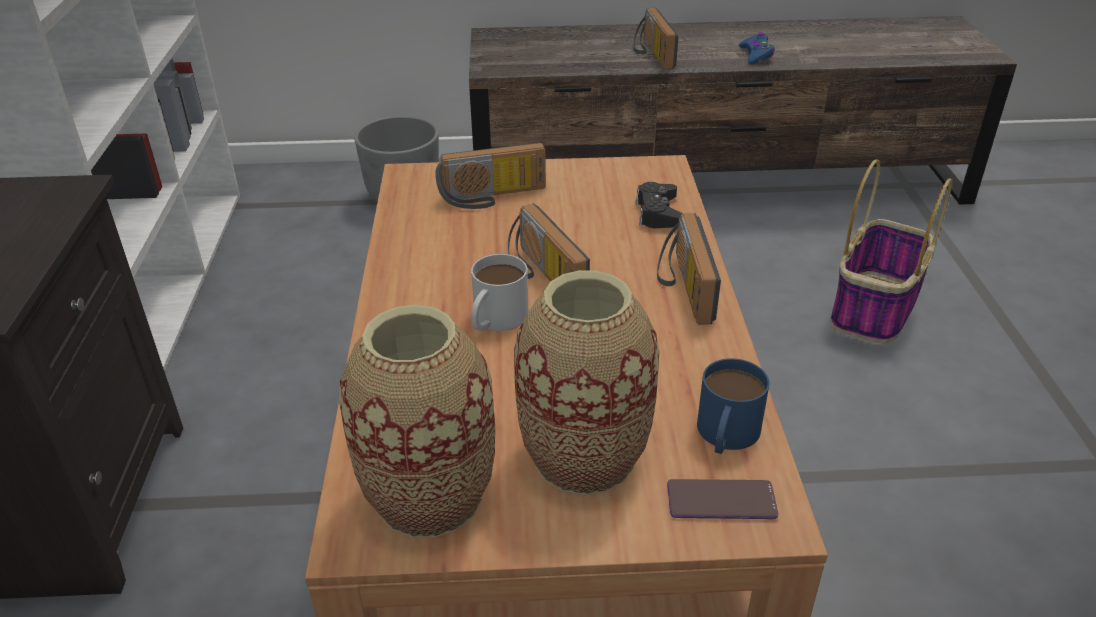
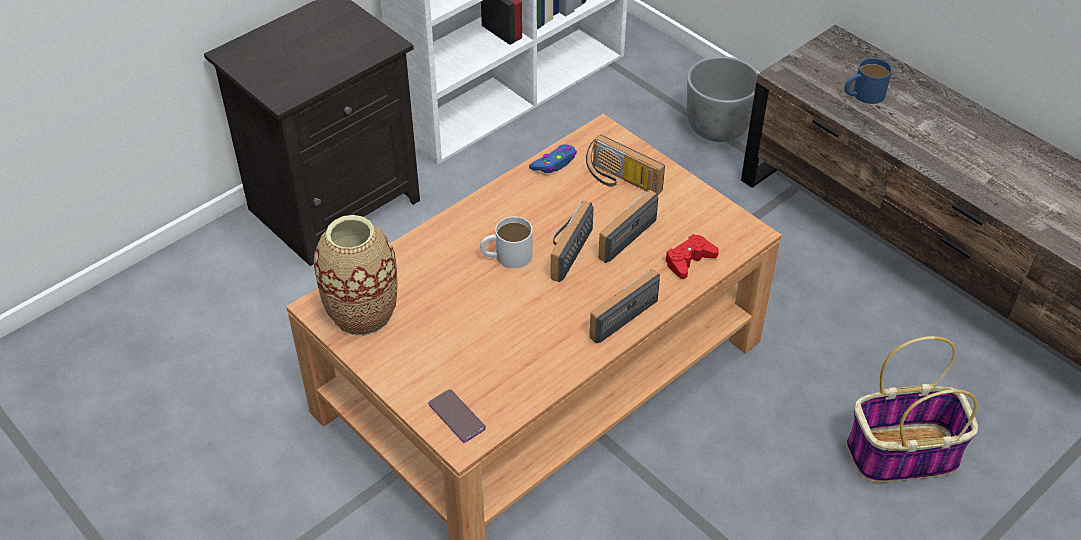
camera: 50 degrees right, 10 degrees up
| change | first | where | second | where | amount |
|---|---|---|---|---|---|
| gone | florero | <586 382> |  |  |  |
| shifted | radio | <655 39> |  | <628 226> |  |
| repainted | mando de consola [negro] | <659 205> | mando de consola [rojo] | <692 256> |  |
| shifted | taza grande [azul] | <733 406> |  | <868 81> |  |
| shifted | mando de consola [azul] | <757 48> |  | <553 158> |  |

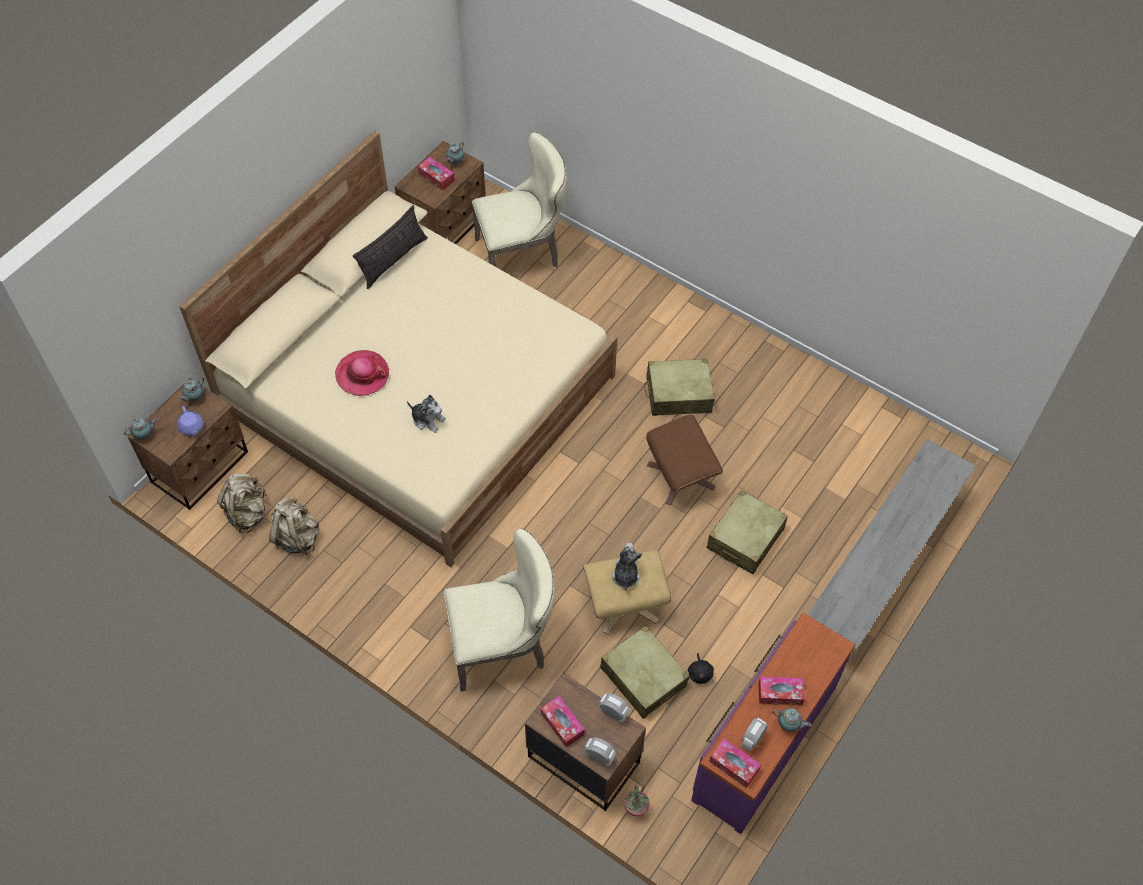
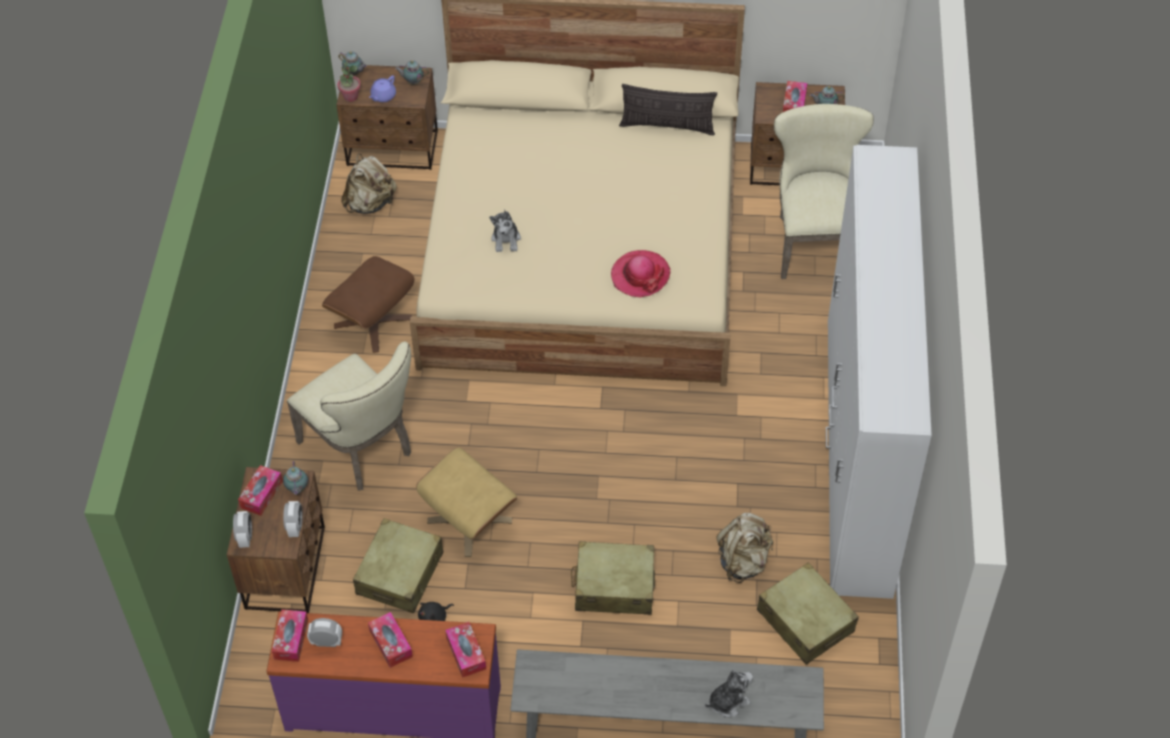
camera: 60 degrees right, 5 degrees down
| change | first | where | second | where | amount |
|---|---|---|---|---|---|
| shifted | mochila [beis] | <294 526> |  | <745 548> |  |
| shifted | sombrero | <362 373> |  | <641 274> |  |
| rotated | silla [beis] | <519 199> |  | <824 191> | 135 degrees counterclockwise |
| shifted | peluche | <627 566> |  | <729 693> |  |
| shifted | planta en maceta | <637 800> |  | <349 82> |  |
| shifted | maleta [beis] | <679 387> |  | <808 613> |  |
| shifted | puf [marrón] | <684 459> |  | <368 304> |  |
| shifted | tetera | <791 720> |  | <295 478> |  |
| new |  |  | caja de pañuelos | <465 650> |  |
| new |  |  | armario ropero [blanco] | <879 372> |  |

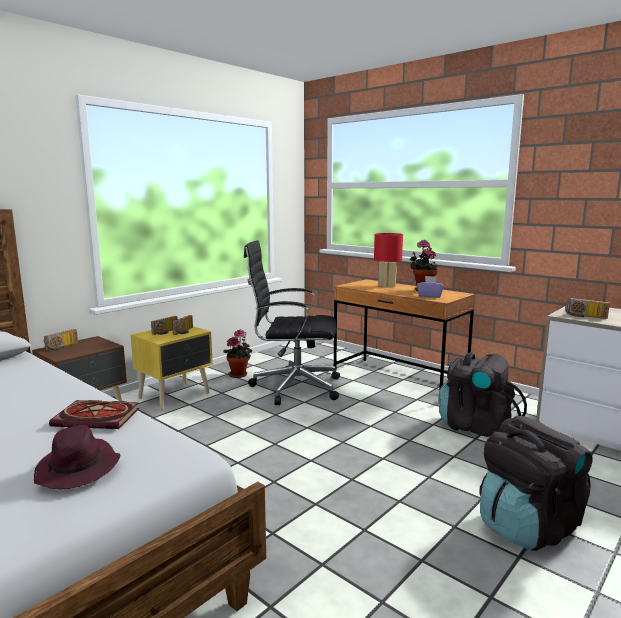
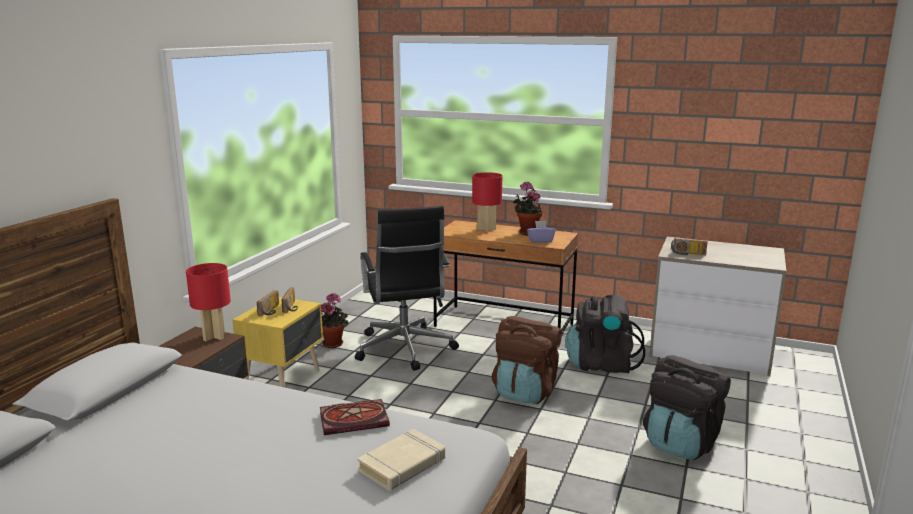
camera: 20 degrees left, 5 degrees up
| change | first | where | second | where | amount |
|---|---|---|---|---|---|
| swapped | sombrero [morado] | <77 457> | libro [beis] | <401 460> |  |
| gone | radio | <61 340> |  |  |  |
| rotated | silla de oficina [negro] | <292 322> |  | <407 288> | 90 degrees counterclockwise |
| new |  |  | lámpara de mesa [rojo] | <208 302> |  |
| new |  |  | mochila [marrón] | <527 360> |  |

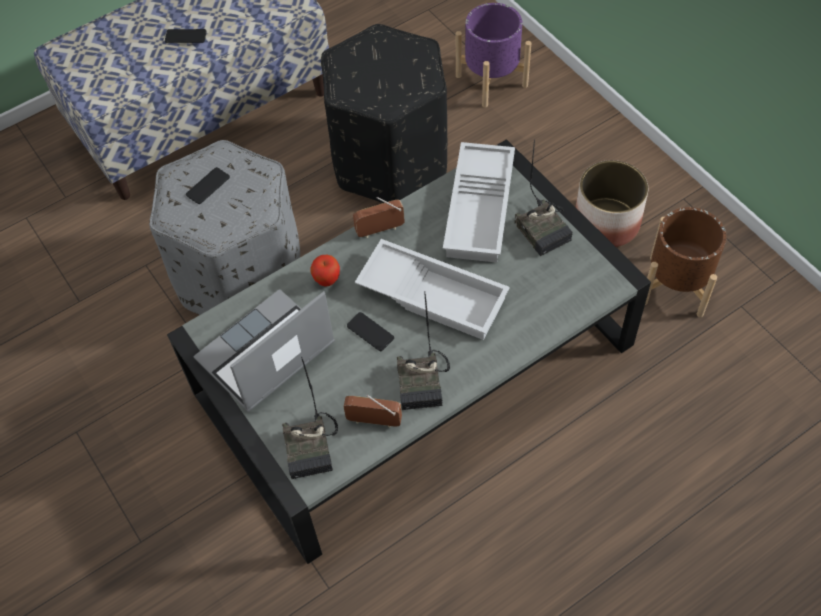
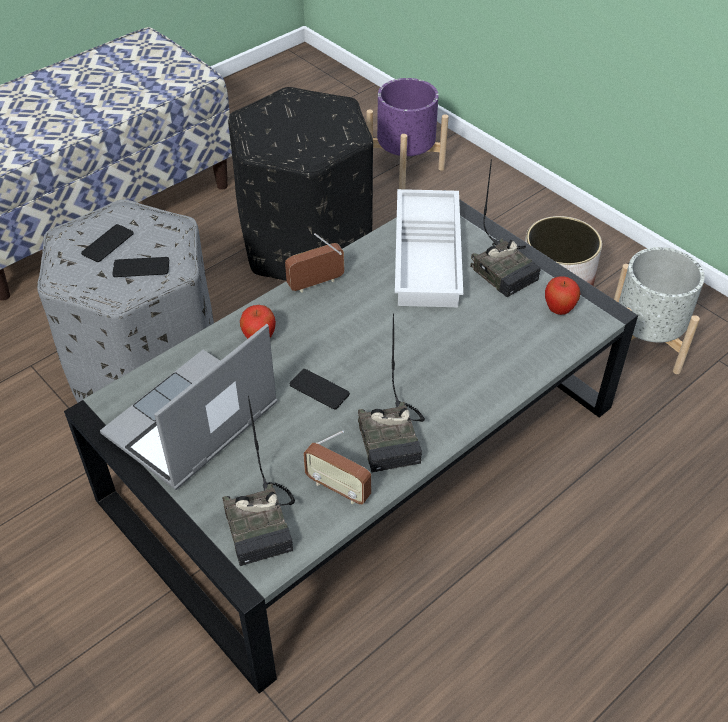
camera: 10 degrees left, 10 degrees down
| change | first | where | second | where | amount |
|---|---|---|---|---|---|
| shifted | móvil | <185 36> |  | <140 267> |  |
| rotated | radio | <373 411> |  | <337 467> | 150 degrees counterclockwise |
| gone | bandeja [blanco] | <432 289> |  |  |  |
| repainted | maceta [marrón] | <685 262> | maceta [gris] | <659 310> |  |
| new |  |  | manzana | <563 295> |  |

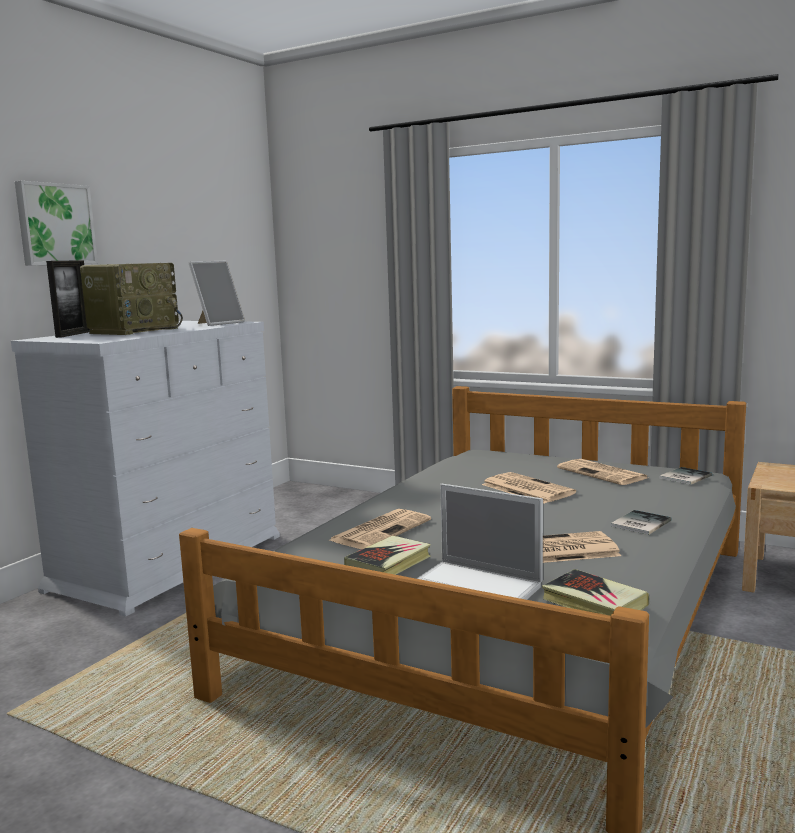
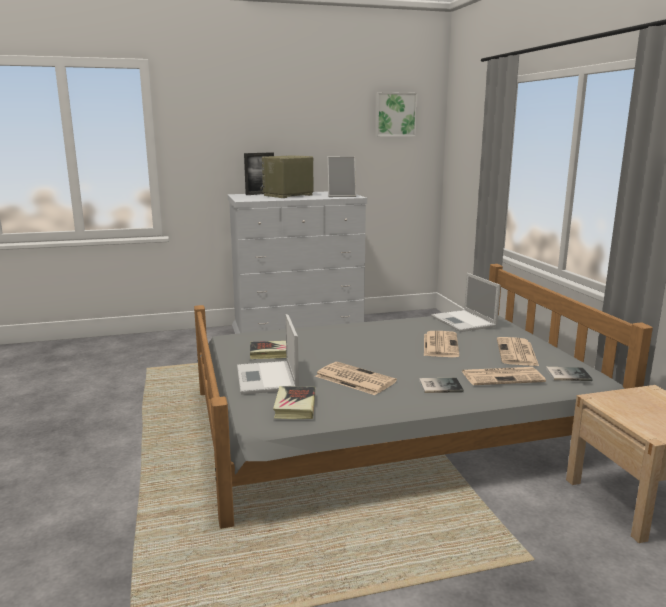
camera: 45 degrees right, 5 degrees up
| change | first | where | second | where | amount |
|---|---|---|---|---|---|
| shifted | cuadro | <56 223> |  | <396 114> |  |
| rotated | radio | <131 299> |  | <286 176> | 150 degrees clockwise |
| shifted | periódico | <380 529> |  | <504 376> |  |
| new |  |  | portátil | <466 302> |  |

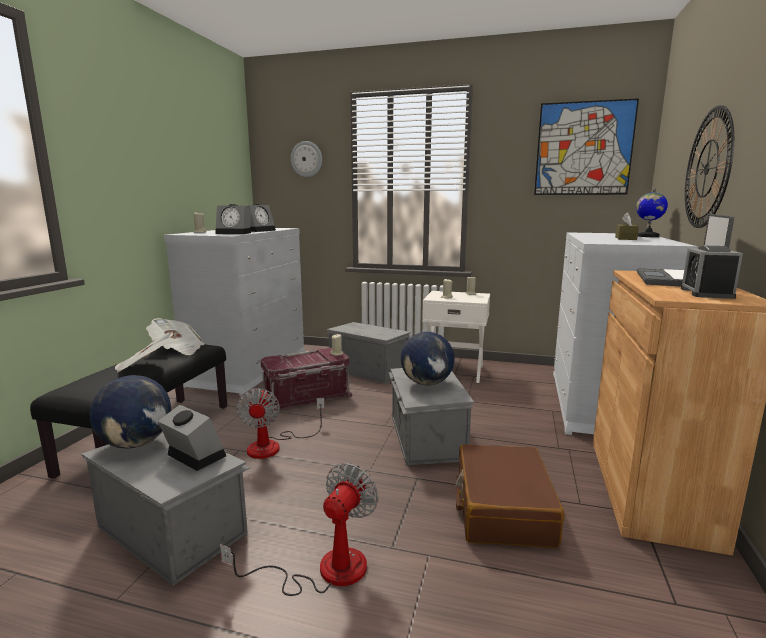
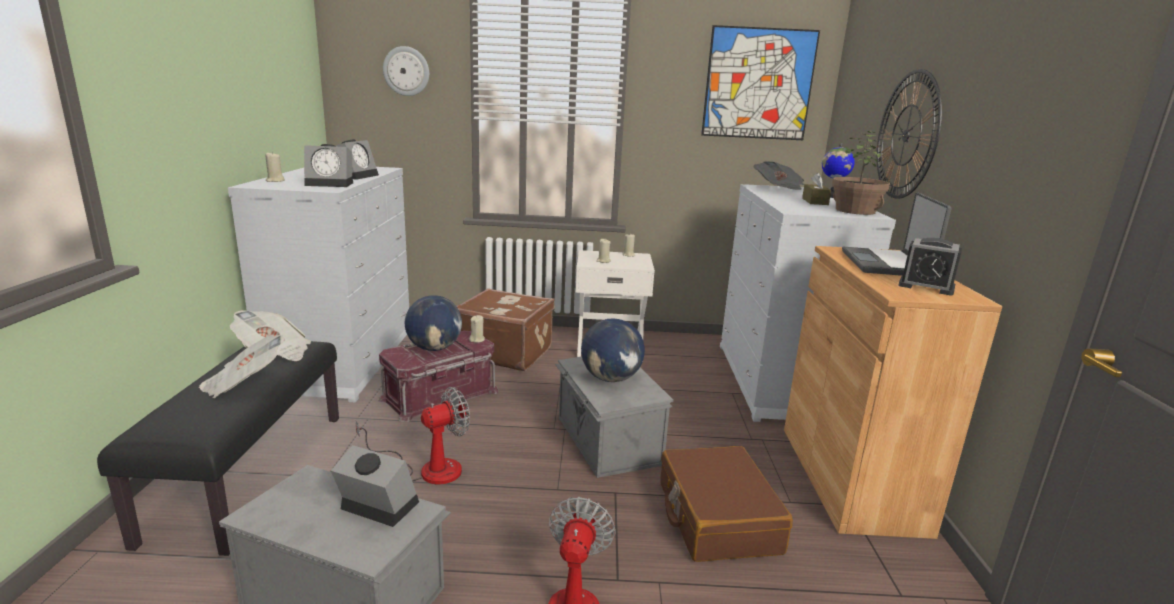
camera: 15 degrees left, 5 degrees up
| change | first | where | second | where | amount |
|---|---|---|---|---|---|
| shifted | globo terráqueo | <130 411> |  | <433 323> |  |
| rotated | ventilador | <280 423> |  | <412 435> | 105 degrees counterclockwise |
| swapped | caja de almacenaje [gris] | <370 353> | maleta [marrón] | <505 329> |  |
| rotated | despertador | <712 272> |  | <930 266> | 60 degrees counterclockwise |
| new |  |  | periódico | <778 175> |  |
| new |  |  | planta en maceta | <861 173> |  |

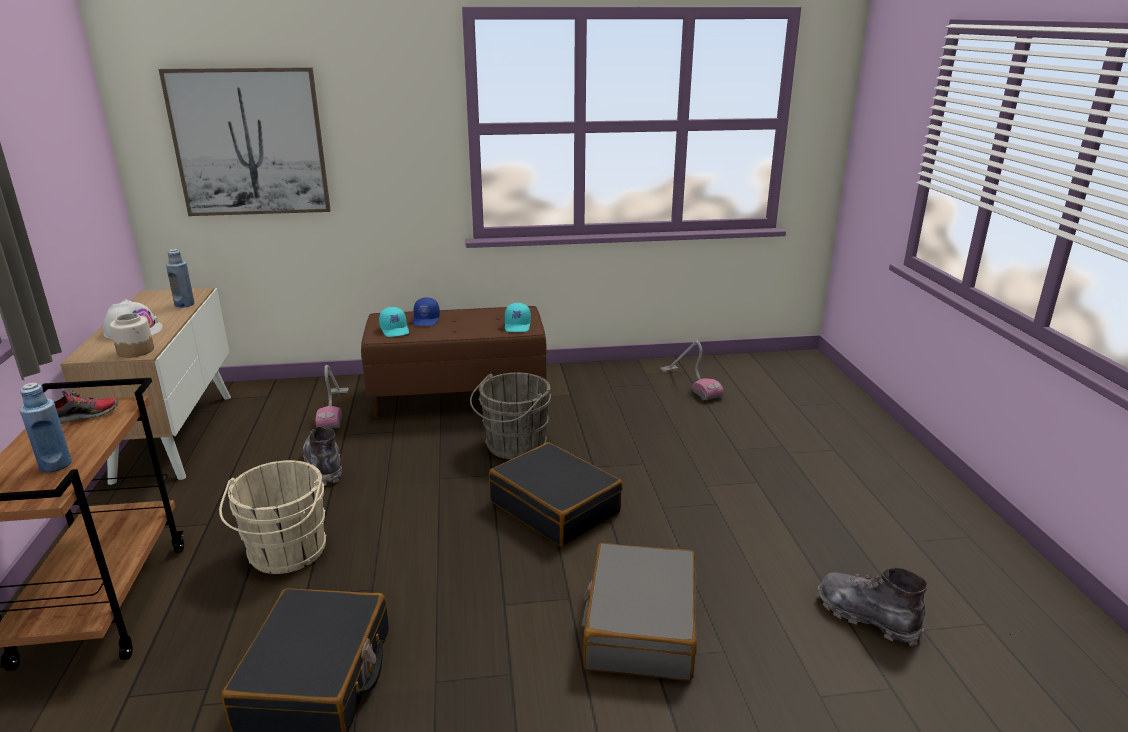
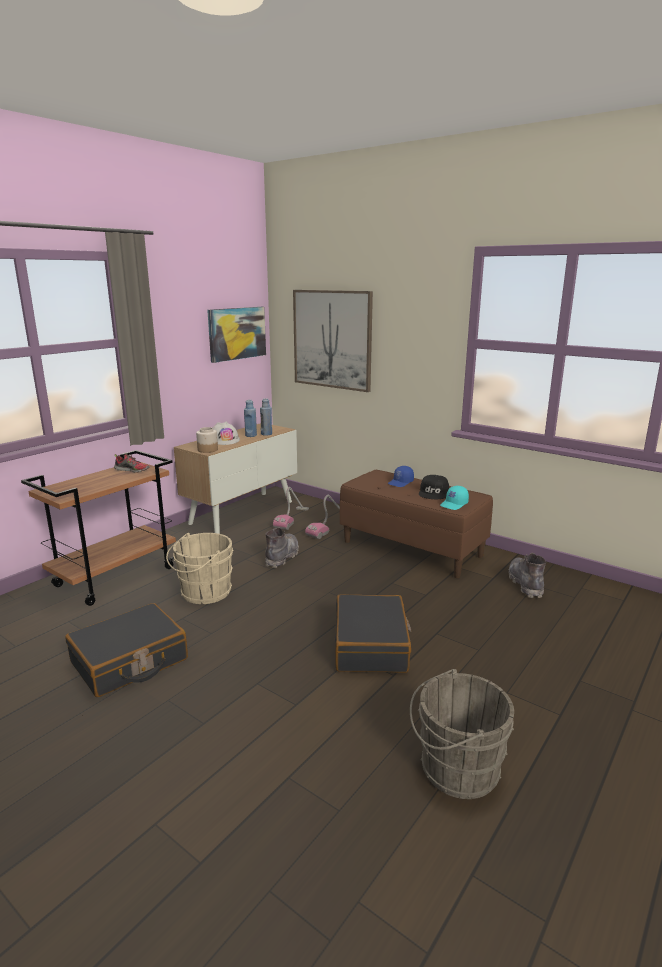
camera: 45 degrees right, 5 degrees down
| change | first | where | second | where | amount |
|---|---|---|---|---|---|
| shifted | botella [azul] | <45 427> |  | <250 418> |  |
| gone | gorra [turquesa] | <394 322> |  |  |  |
| shifted | cubo [gris] | <510 415> |  | <462 734> |  |
| gone | maleta [gris] | <639 612> |  |  |  |
| shifted | aspiradora | <692 370> |  | <291 508> |  |
| shifted | bota [gris] | <872 606> |  | <527 575> |  |
| new |  |  | cuadro | <236 335> |  |
| new |  |  | gorra [negro] | <434 487> |  |

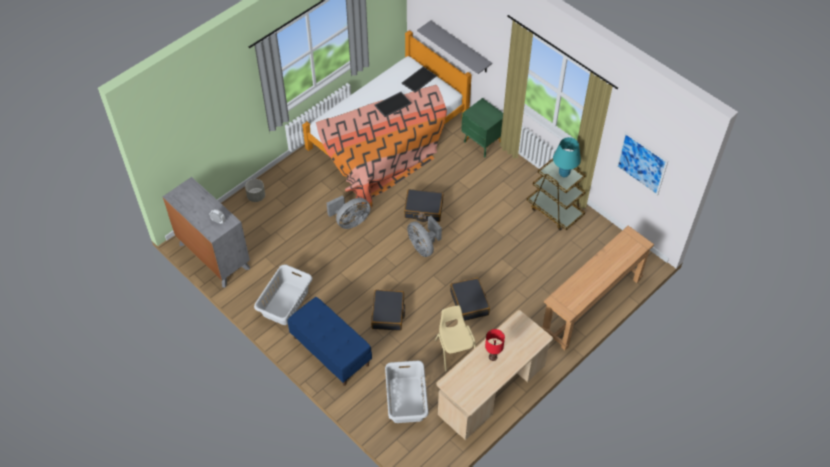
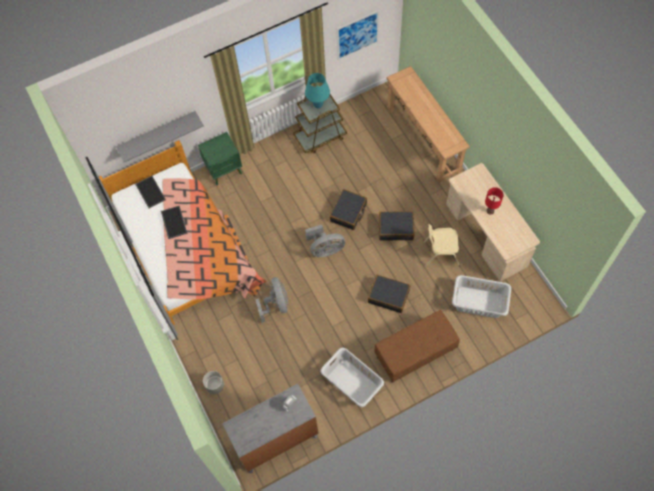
camera: 70 degrees left, 10 degrees up
| change | first | where | second | where | amount |
|---|---|---|---|---|---|
| repainted | banco [azul] | <330 341> | banco [marrón] | <417 346> |  |
| shifted | maleta [negro] | <423 205> |  | <348 209> |  |

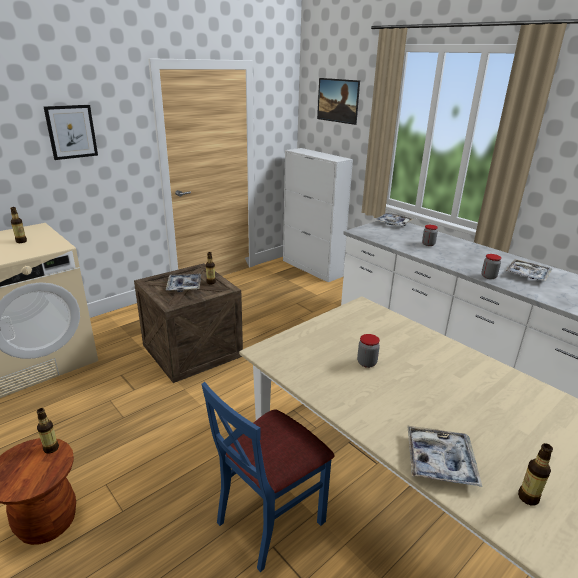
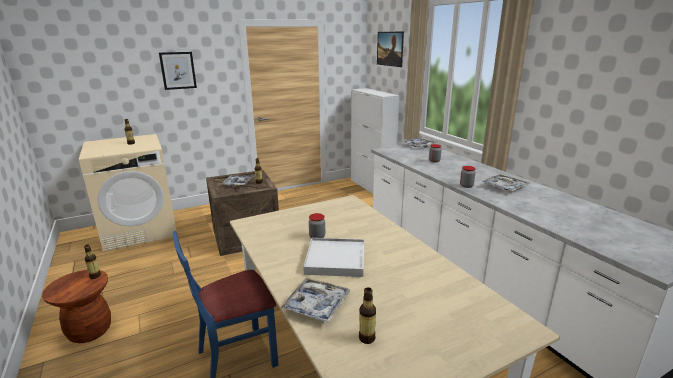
camera: 15 degrees right, 5 degrees down
| change | first | where | second | where | amount |
|---|---|---|---|---|---|
| new |  |  | bandeja [blanco] | <333 257> |  |

